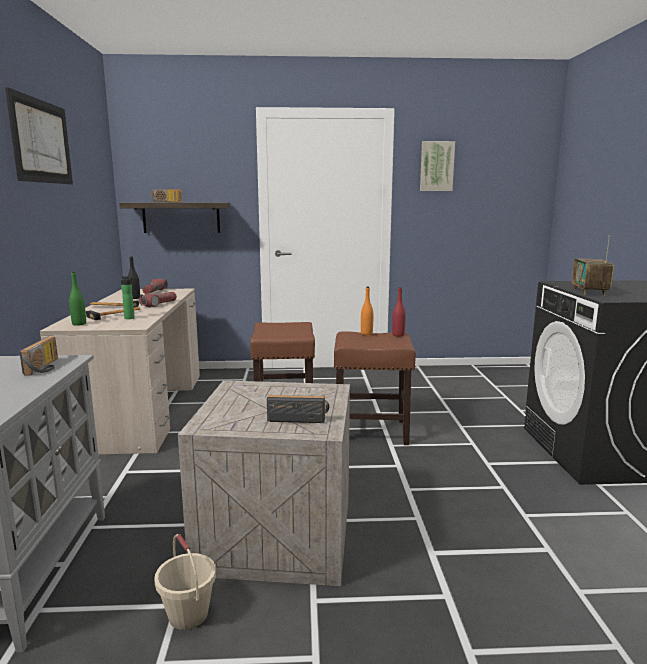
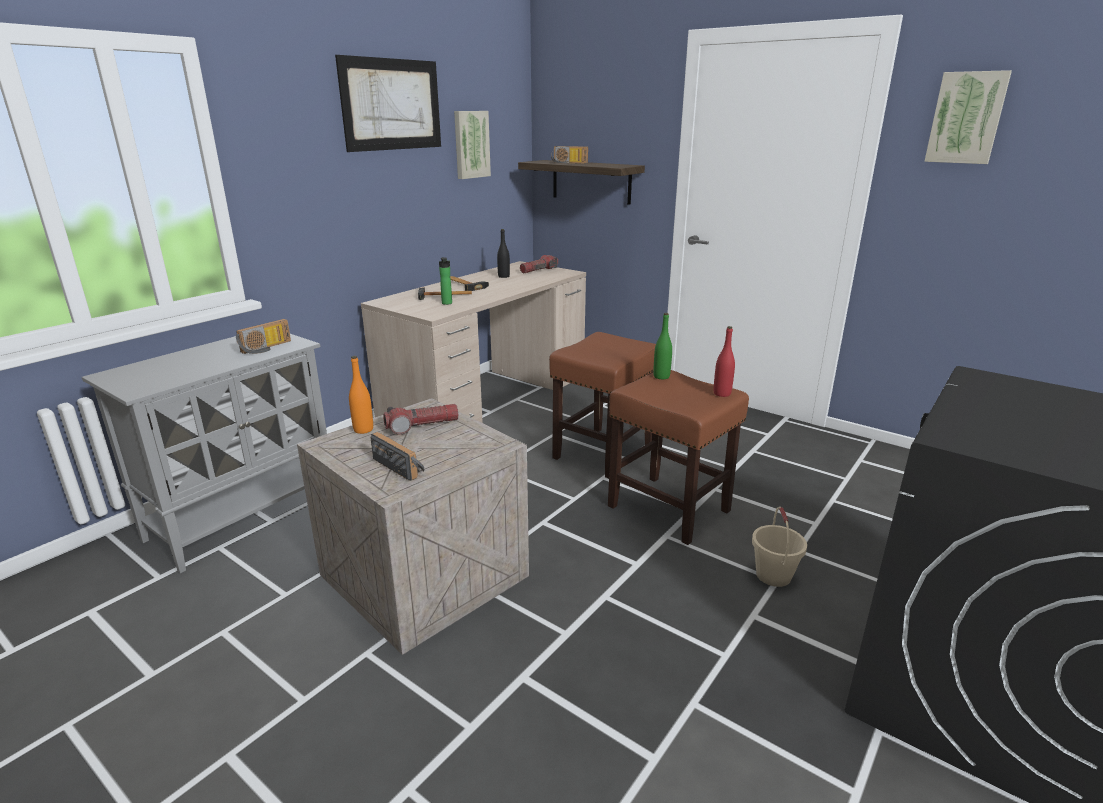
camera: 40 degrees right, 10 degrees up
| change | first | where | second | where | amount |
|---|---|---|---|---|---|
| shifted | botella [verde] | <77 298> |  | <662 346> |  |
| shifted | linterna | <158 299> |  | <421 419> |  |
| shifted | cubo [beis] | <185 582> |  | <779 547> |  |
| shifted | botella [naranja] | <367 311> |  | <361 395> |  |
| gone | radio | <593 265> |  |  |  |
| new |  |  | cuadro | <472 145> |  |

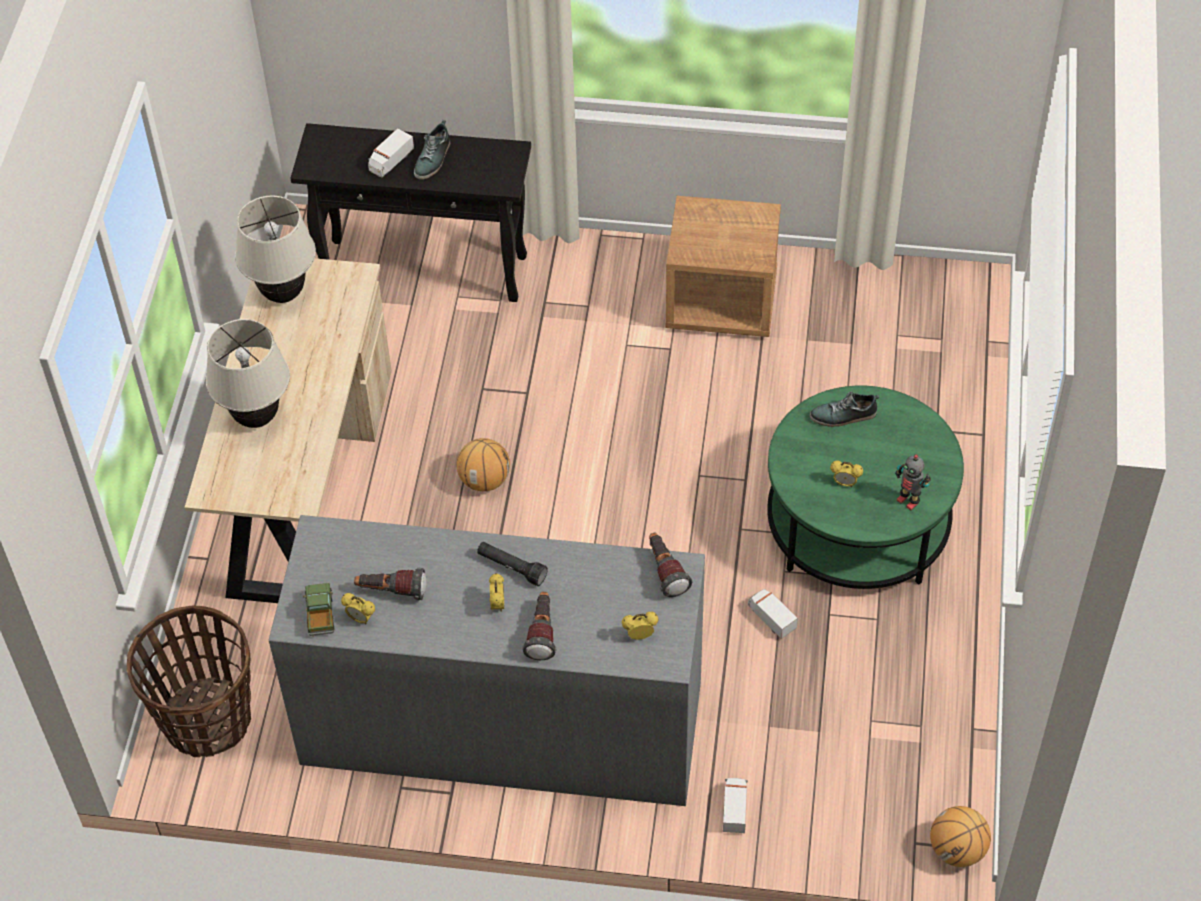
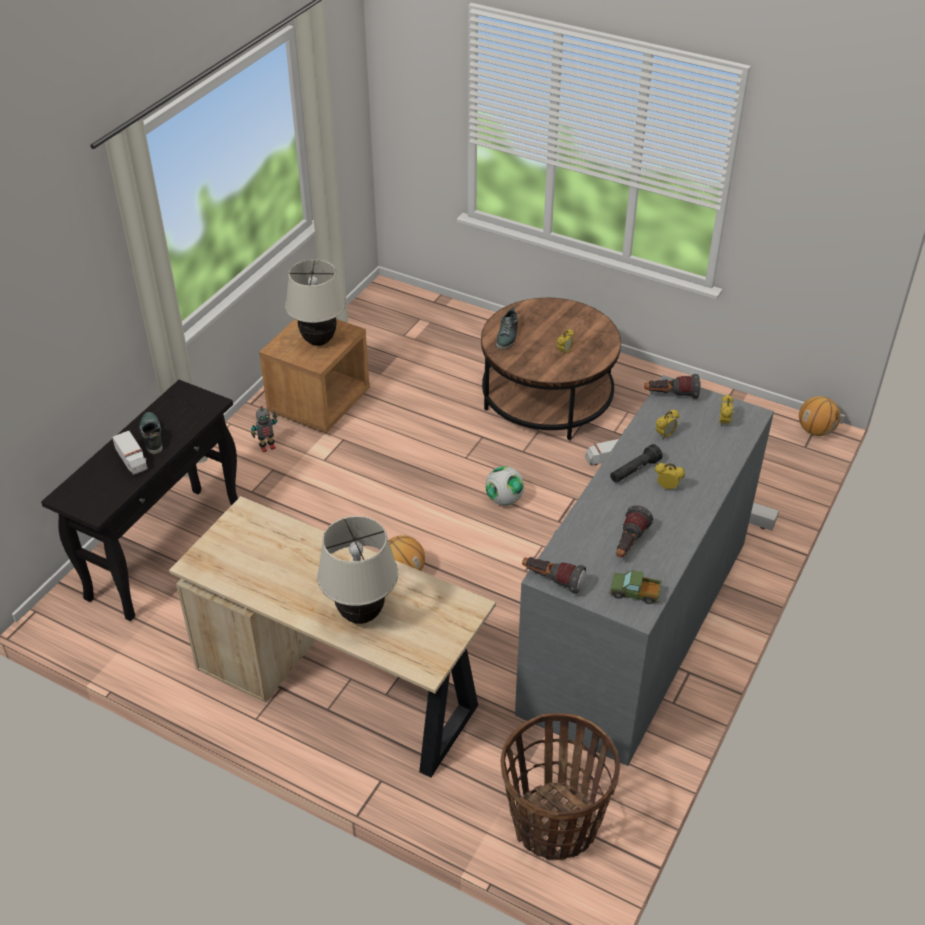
camera: 70 degrees left, 10 degrees down
| change | first | where | second | where | amount |
|---|---|---|---|---|---|
| shifted | lámpara de mesa [beis] | <275 249> |  | <315 302> |  |
| shifted | despertador | <358 608> |  | <667 424> |  |
| rotated | zapato | <432 150> |  | <151 433> | 150 degrees counterclockwise |
| shifted | linterna | <539 626> |  | <554 575> |  |
| repainted | mesa de centro [verde] | <865 487> | mesa de centro [marrón] | <551 369> |  |
| shifted | robot de juguete | <913 482> |  | <264 429> |  |
| new |  |  | balón de fútbol | <504 485> |  |

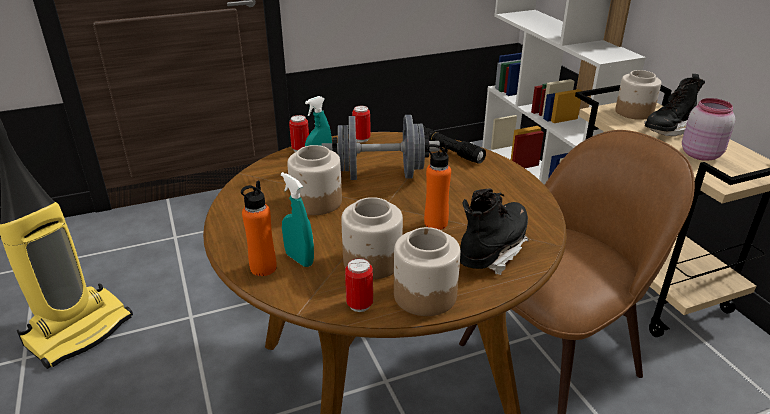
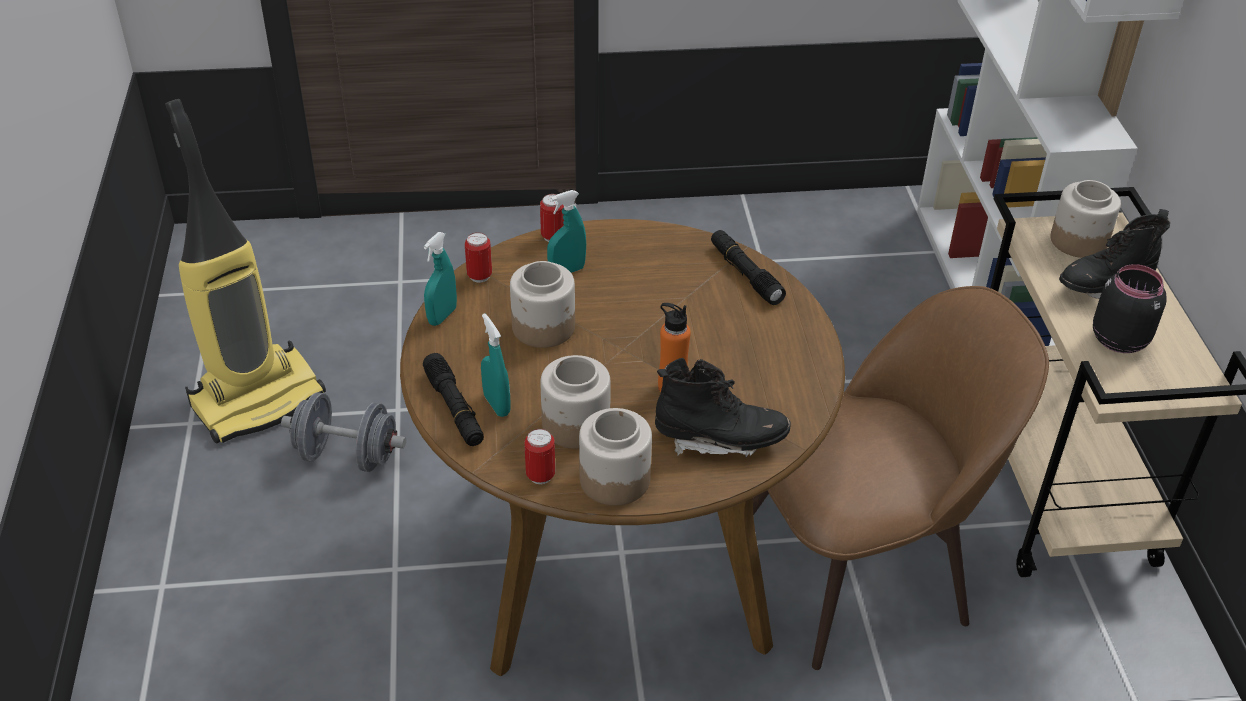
camera: 15 degrees right, 10 degrees up
| change | first | where | second | where | amount |
|---|---|---|---|---|---|
| swapped | botella [naranja] | <259 228> | linterna [negro] | <453 399> |  |
| shifted | mancuerna [gris] | <380 147> |  | <343 432> |  |
| shifted | lata | <361 124> |  | <478 257> |  |
| rotated | bota [negro] | <494 231> |  | <722 407> | 45 degrees clockwise |
| repainted | tarro [rosa] | <708 129> | tarro [negro] | <1129 308> |  |
| new |  |  | pulverizador [turquesa] | <440 279> |  |

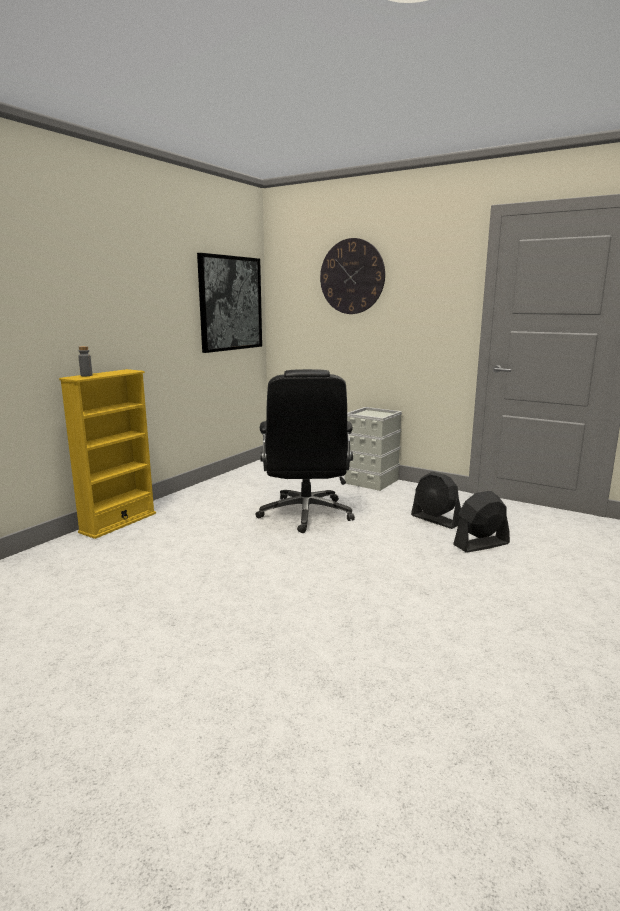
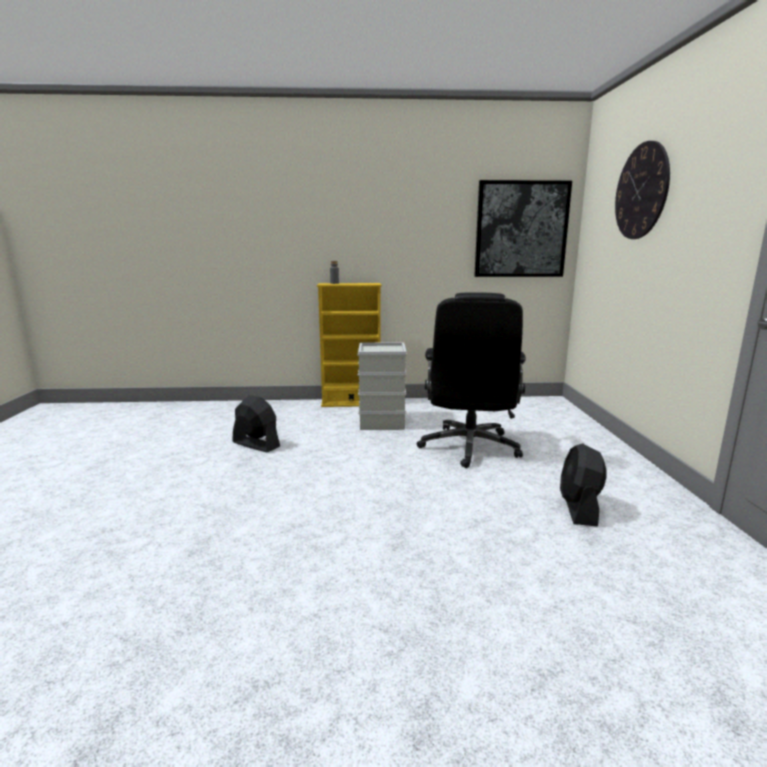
camera: 55 degrees right, 0 degrees up
| change | first | where | second | where | amount |
|---|---|---|---|---|---|
| rotated | silla de oficina [negro] | <305 451> |  | <471 380> | 45 degrees counterclockwise |
| shifted | caja de almacenaje [gris] | <373 449> |  | <382 386> |  |
| shifted | ventilador [negro] | <481 522> |  | <256 424> |  |

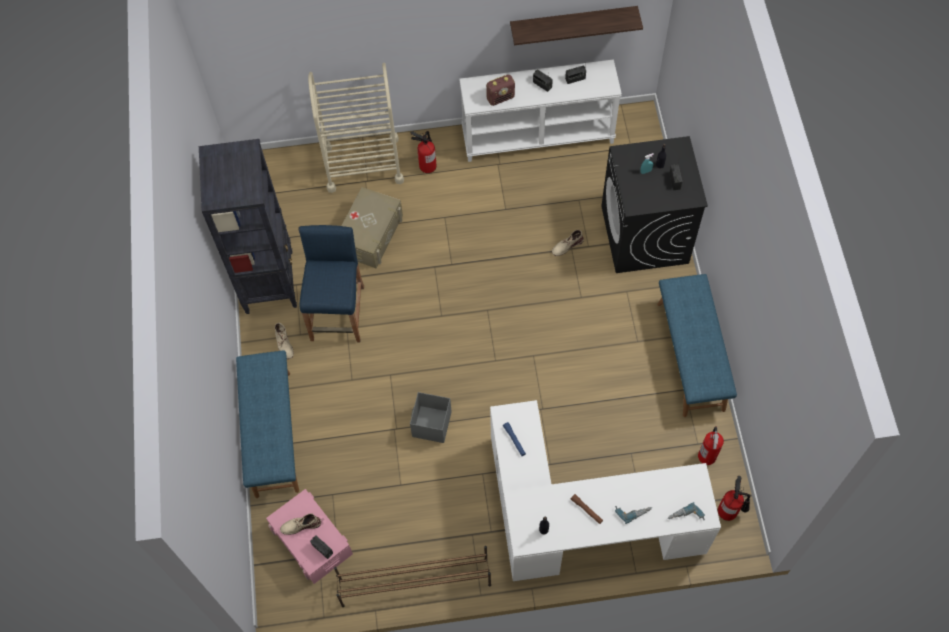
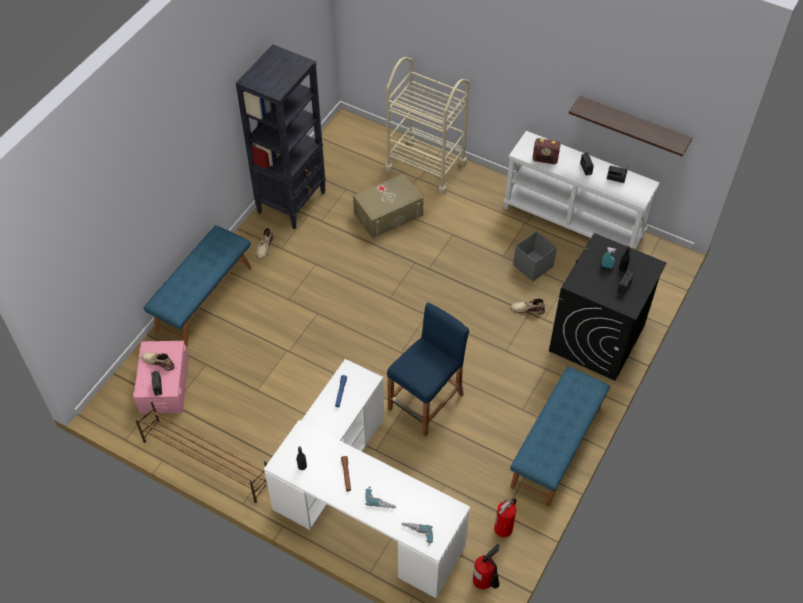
camera: 35 degrees right, 10 degrees down
| change | first | where | second | where | amount |
|---|---|---|---|---|---|
| shifted | taburete [azul] | <331 284> |  | <428 370> |  |
| shifted | caja de almacenaje [gris] | <431 417> |  | <535 256> |  |
| gone | extintor | <424 152> |  |  |  |

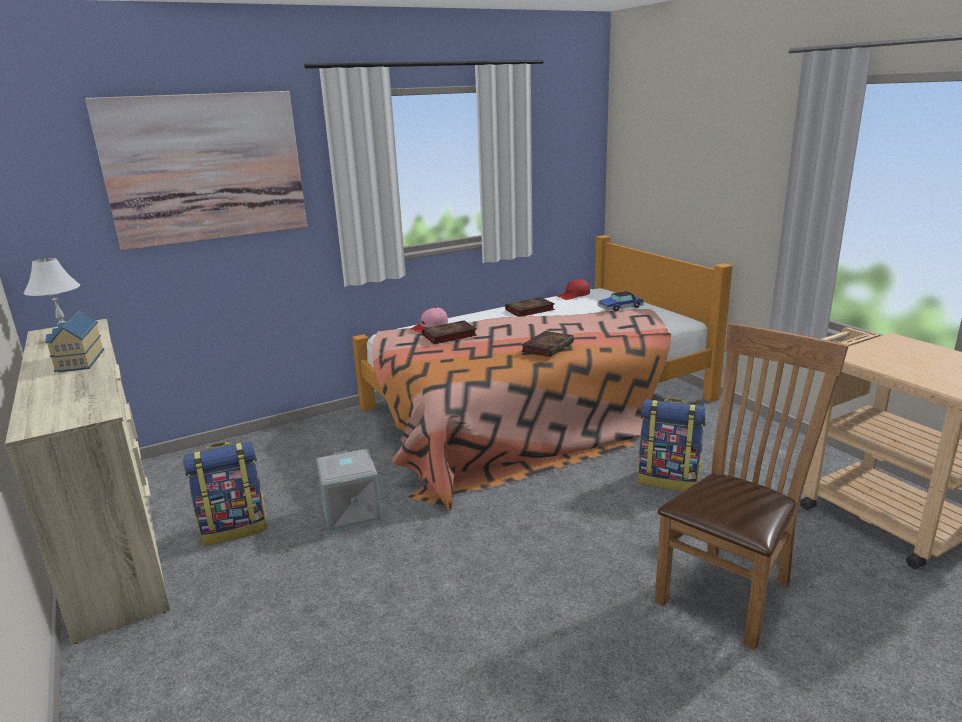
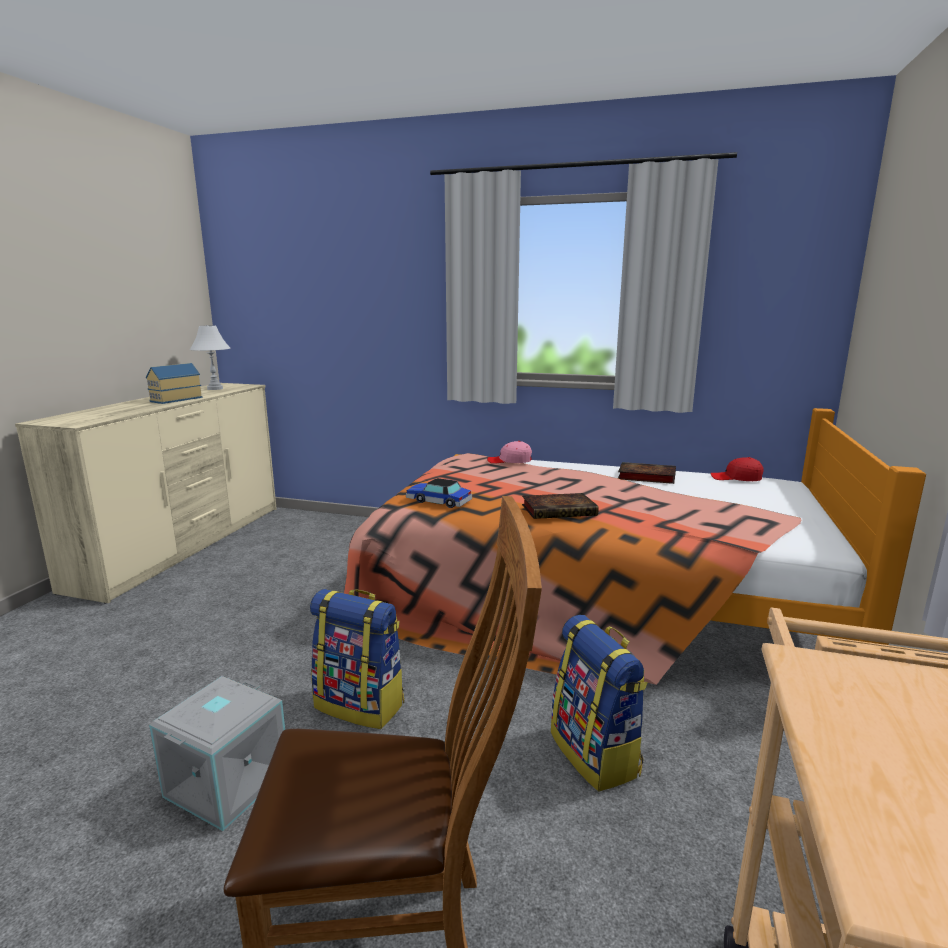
camera: 45 degrees right, 5 degrees down
| change | first | where | second | where | amount |
|---|---|---|---|---|---|
| gone | cuadro | <196 170> |  |  |  |
| shifted | mochila | <225 493> |  | <357 659> |  |
| shifted | caja de almacenaje [gris] | <349 490> |  | <217 753> |  |
| gone | libro | <449 332> |  |  |  |
| shifted | coche de juguete | <620 301> |  | <439 493> |  |

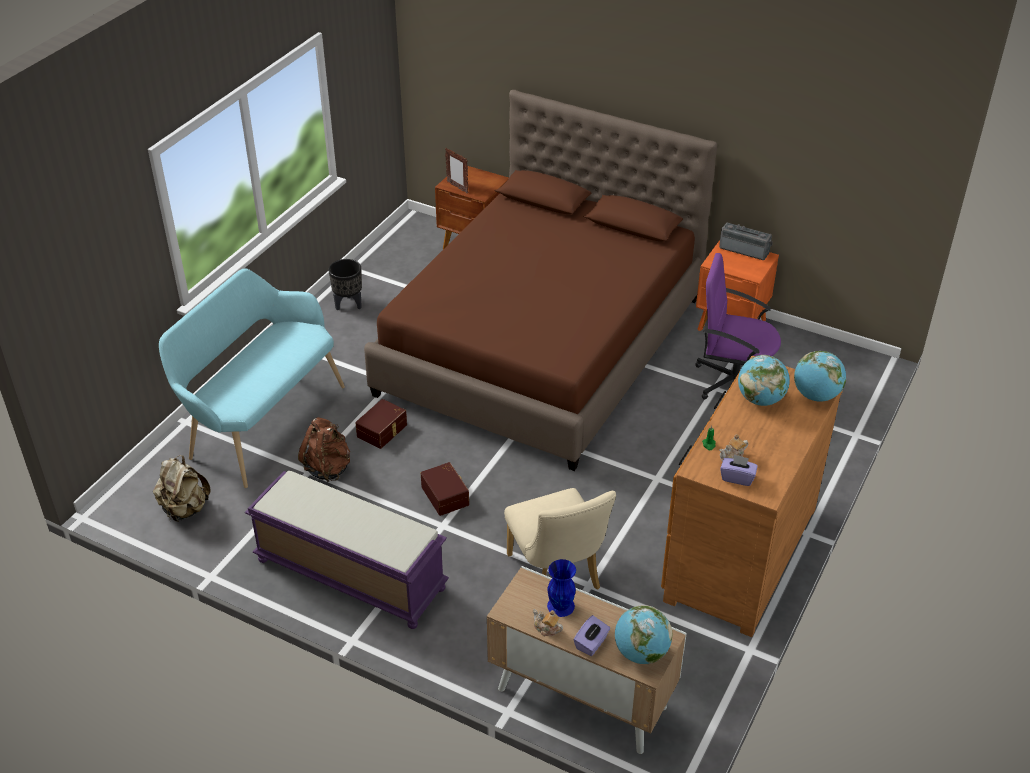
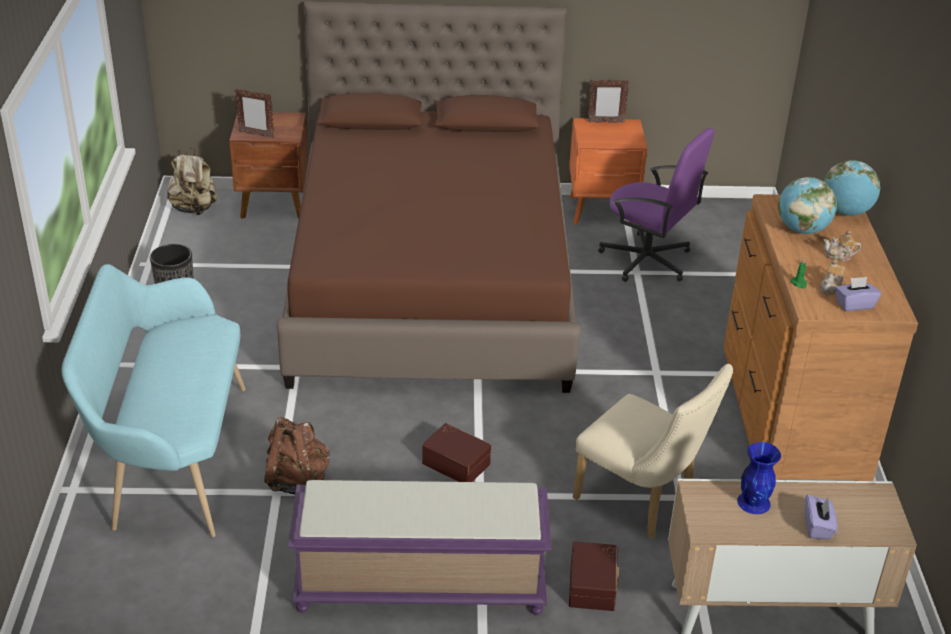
camera: 30 degrees left, 5 degrees down
| change | first | where | second | where | amount |
|---|---|---|---|---|---|
| shifted | mochila [beis] | <182 488> |  | <192 181> |  |
| shifted | caja de almacenaje [marrón] | <381 424> |  | <594 576> |  |
| shifted | tetera | <548 622> |  | <842 246> |  |
| gone | globo terráqueo | <643 634> |  |  |  |
| rotated | silla de oficina [morado] | <738 326> |  | <656 205> | 135 degrees counterclockwise |
| swapped | radio | <746 241> | portarretratos | <608 101> |  |

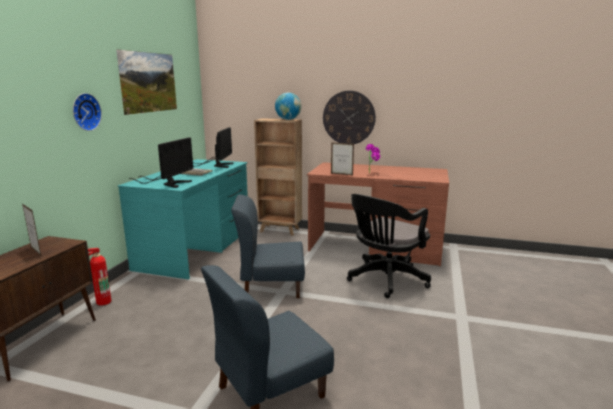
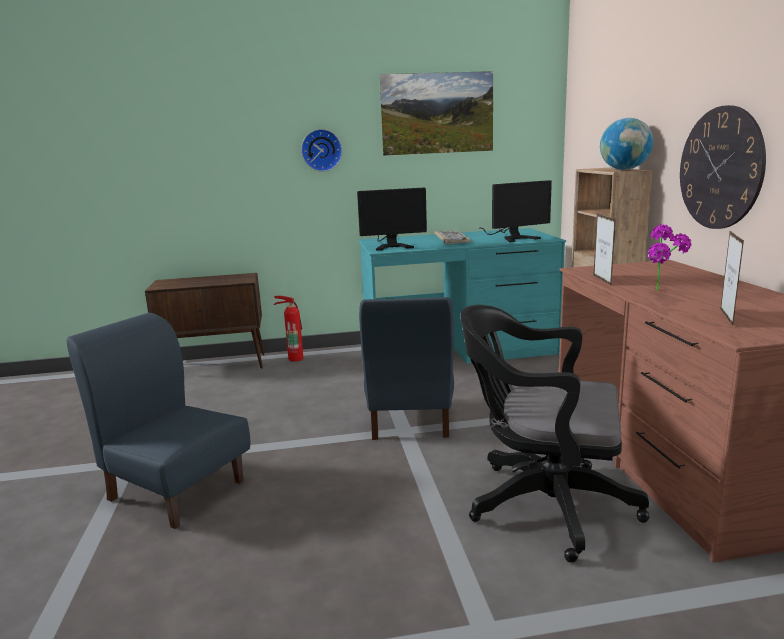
camera: 65 degrees right, 0 degrees up
| change | first | where | second | where | amount |
|---|---|---|---|---|---|
| shifted | portarretratos | <31 230> |  | <732 278> |  |
| rotated | silla [azul] | <268 246> |  | <406 368> | 150 degrees counterclockwise |

